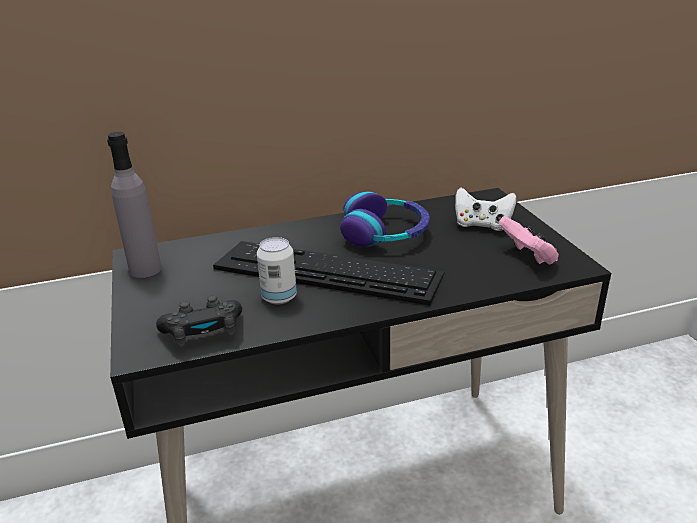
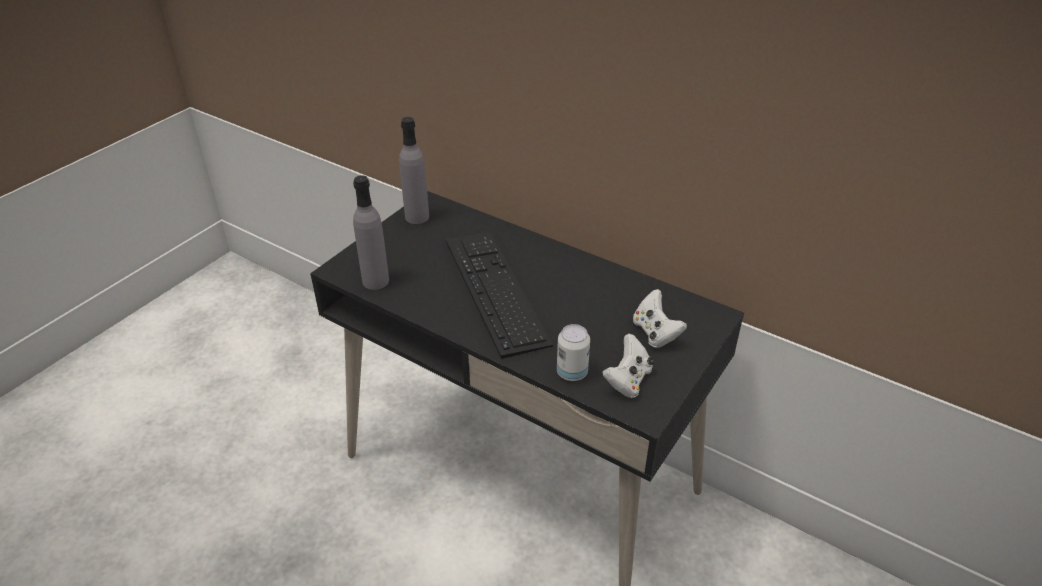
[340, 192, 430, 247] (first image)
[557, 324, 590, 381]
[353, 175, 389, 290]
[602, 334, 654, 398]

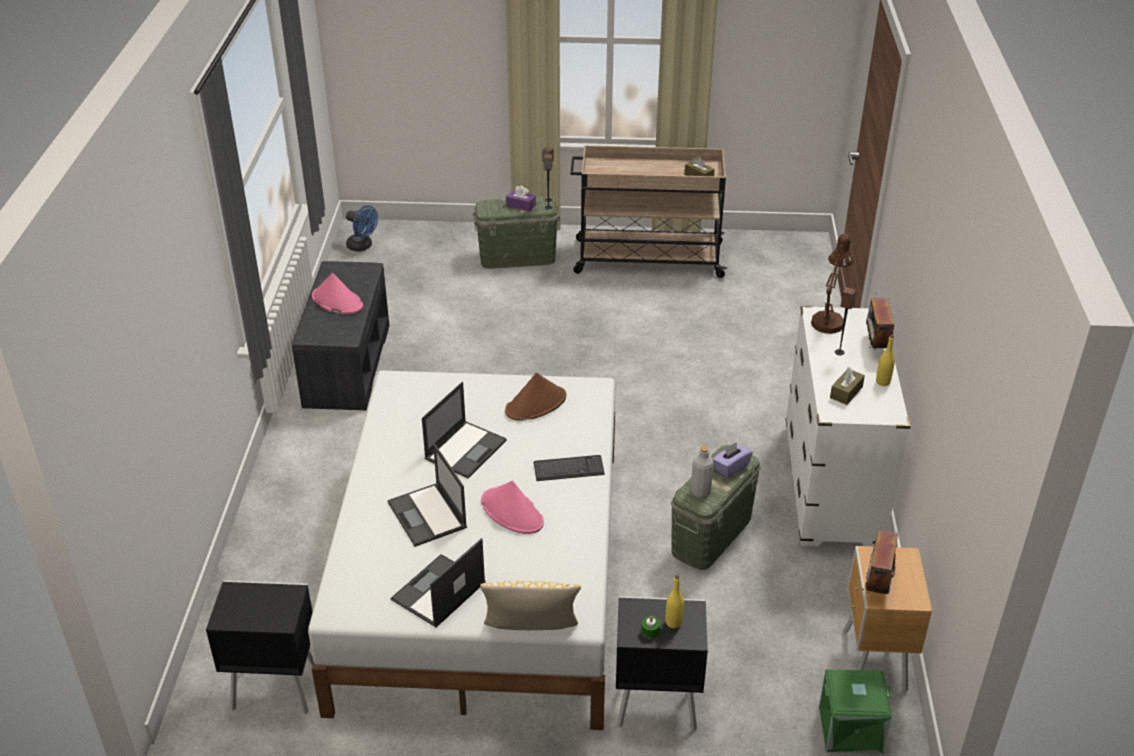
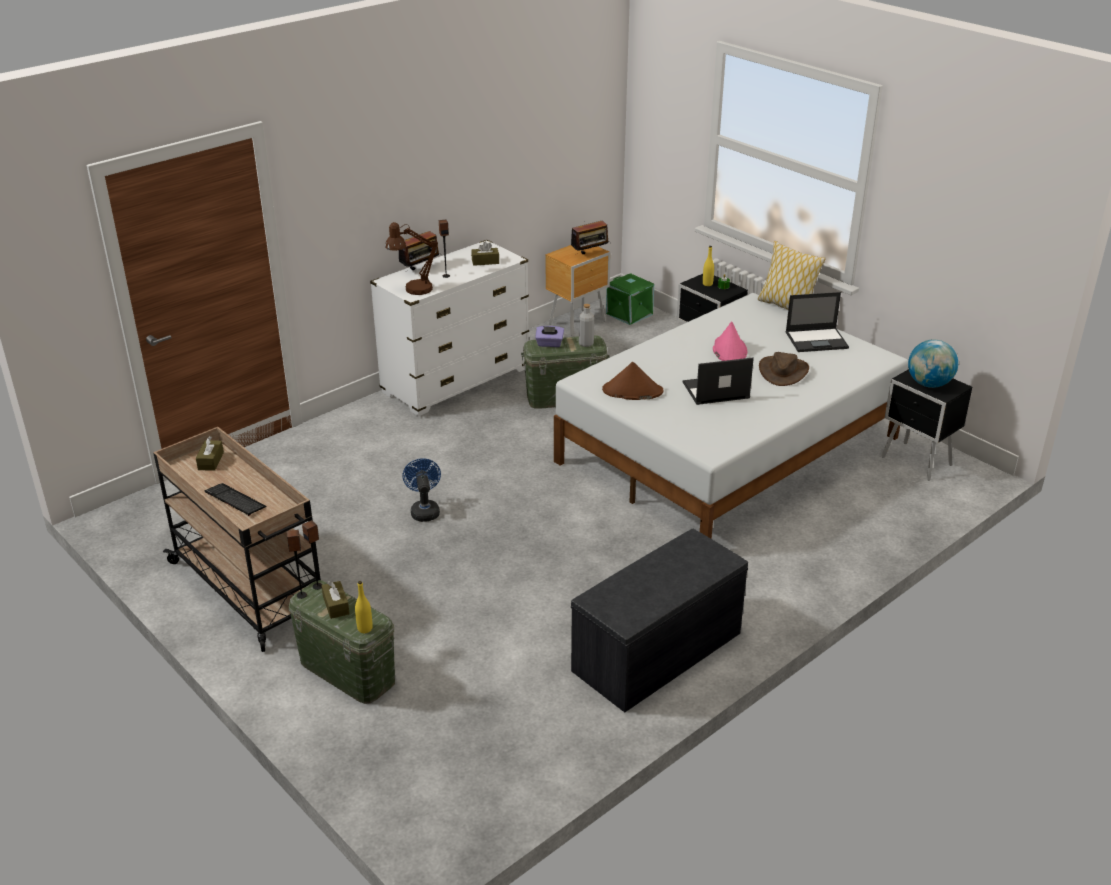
[312, 273, 363, 314] (first image)
[908, 340, 958, 388]
[402, 458, 441, 522]
[205, 483, 267, 516]
[355, 581, 373, 633]
[759, 352, 809, 386]
[321, 581, 350, 619]

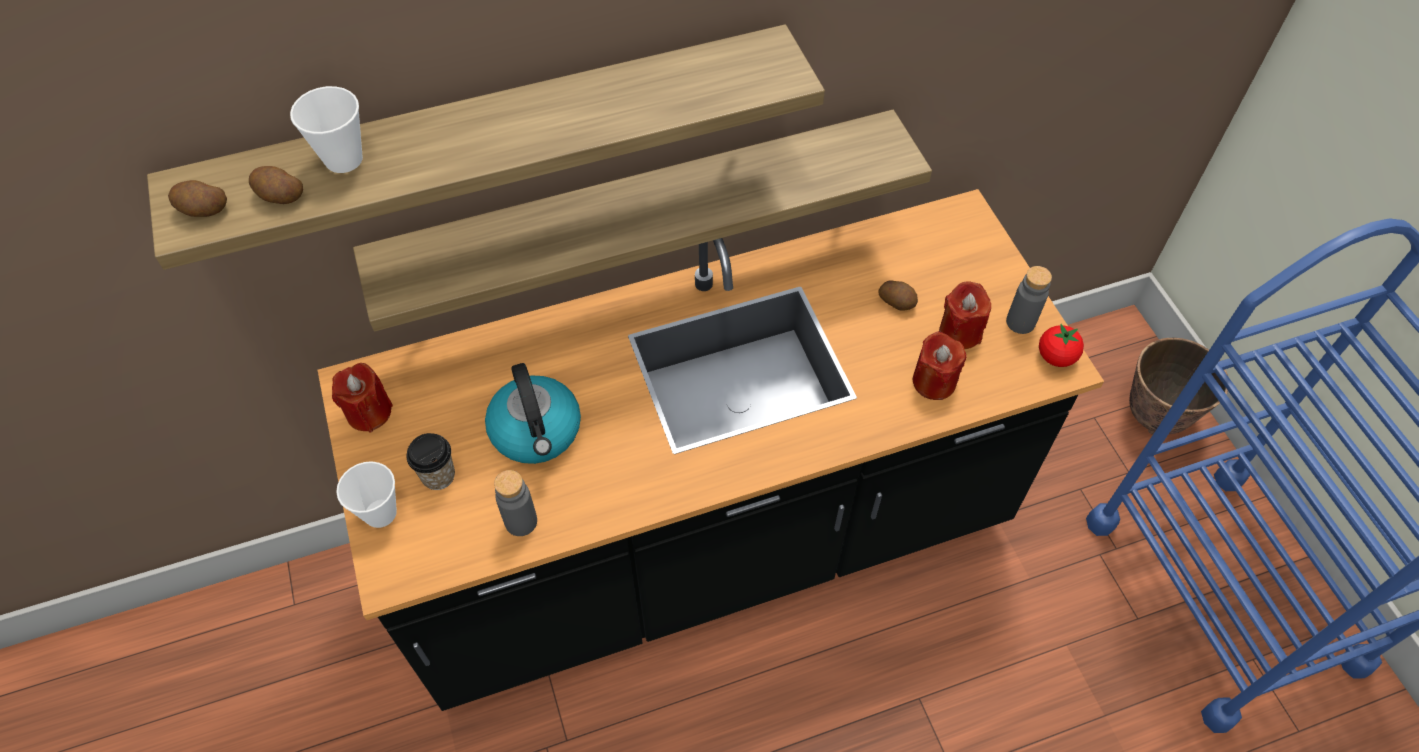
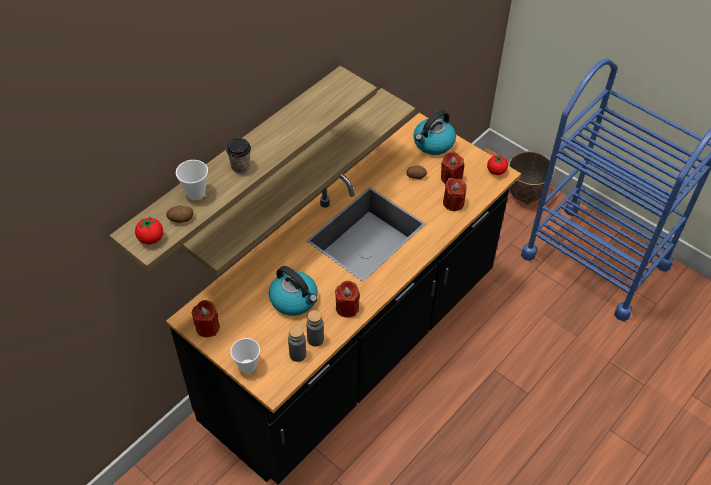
[335, 281, 360, 318]
[413, 110, 456, 155]
[226, 138, 251, 173]
[288, 325, 306, 362]
[135, 217, 163, 244]

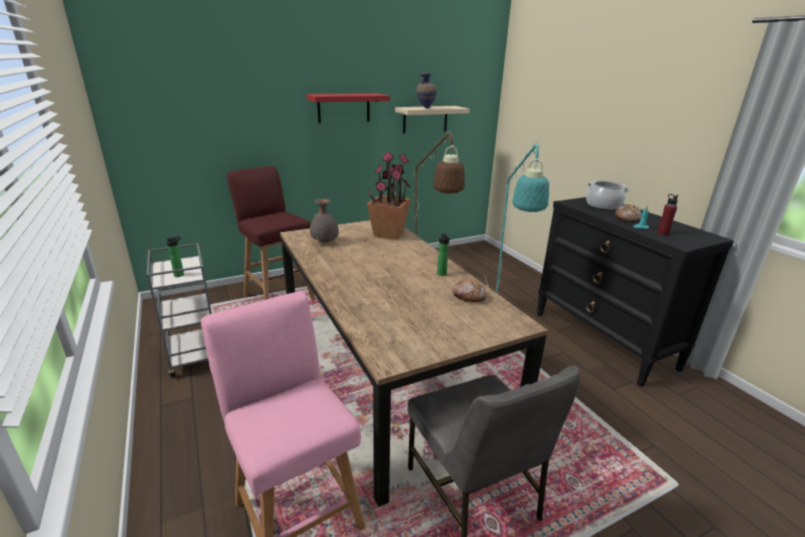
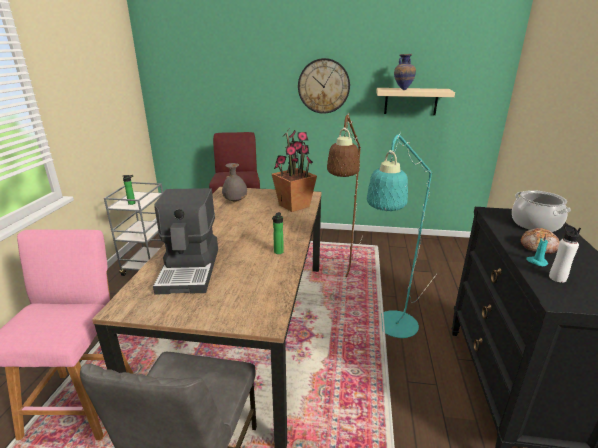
[452, 279, 487, 302] (first image)
[153, 188, 218, 295]
[298, 58, 350, 114]
[549, 225, 581, 283]

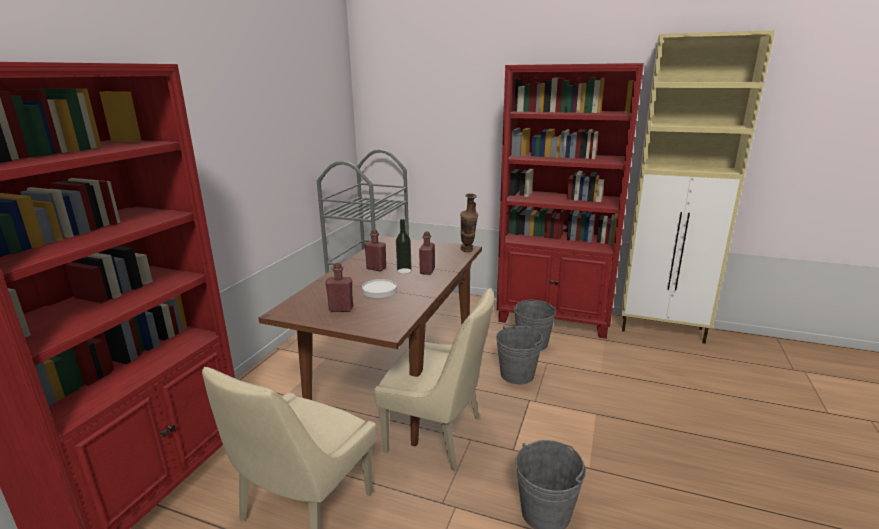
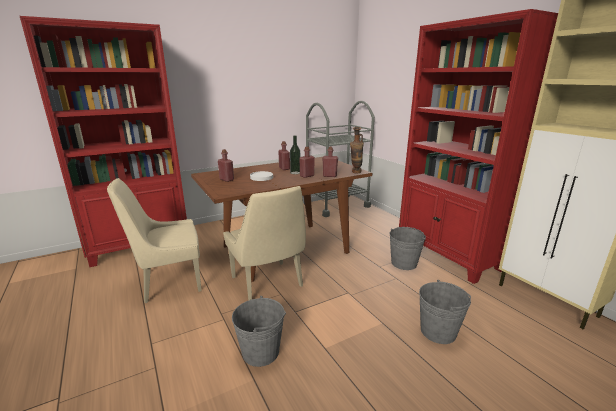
[322, 147, 338, 177]
[419, 280, 471, 344]

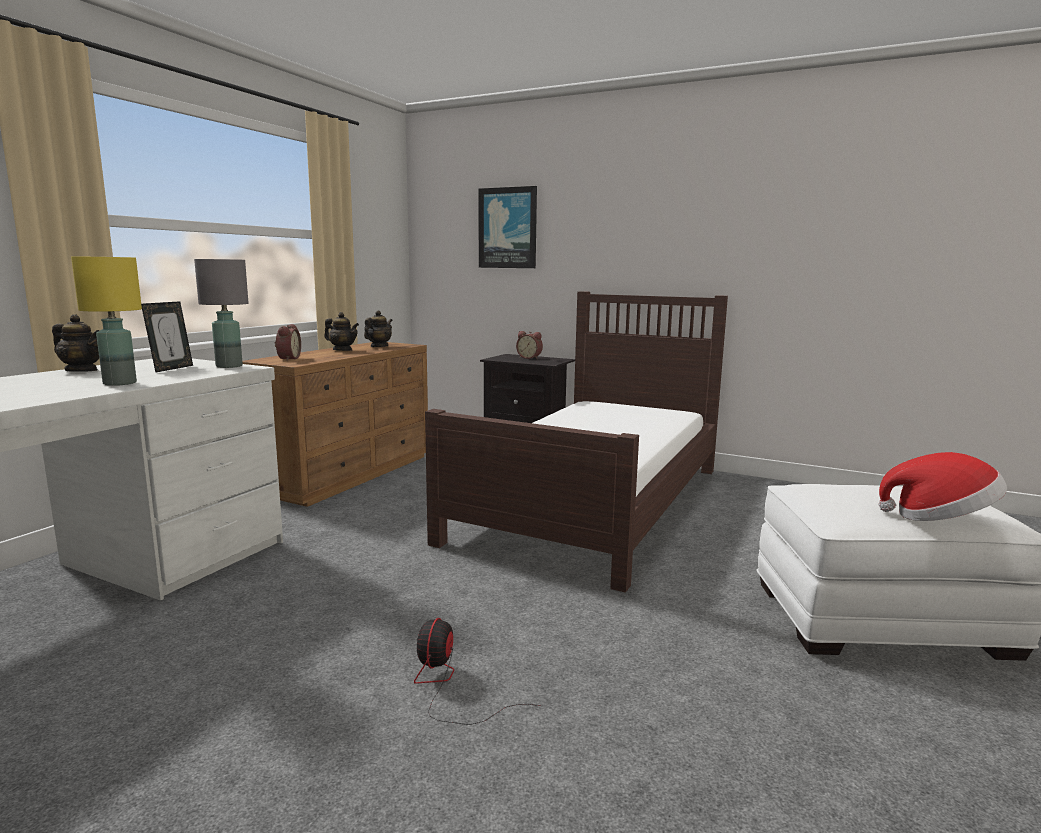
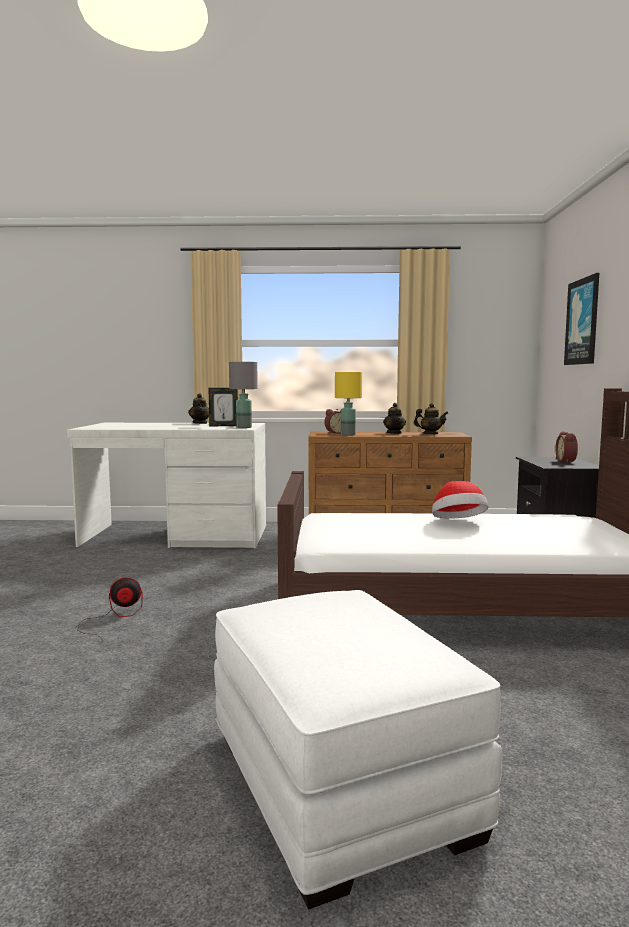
[335, 372, 362, 436]
[432, 481, 488, 519]

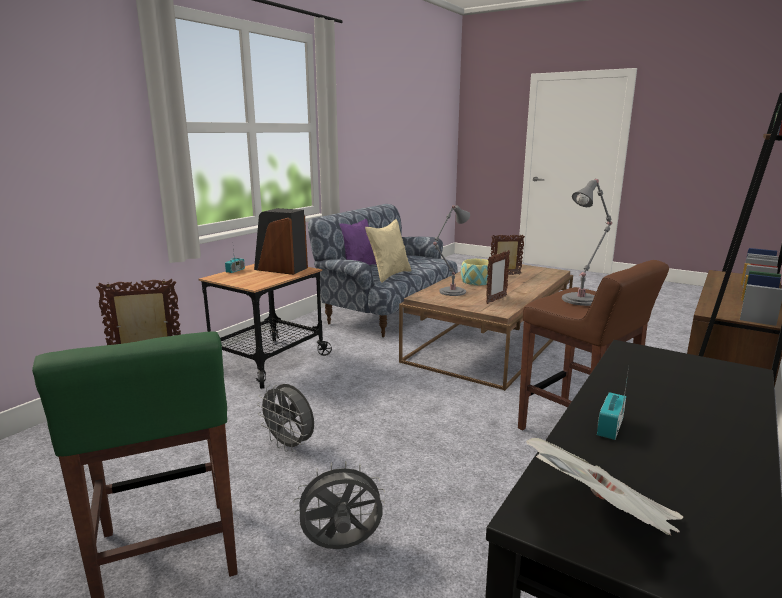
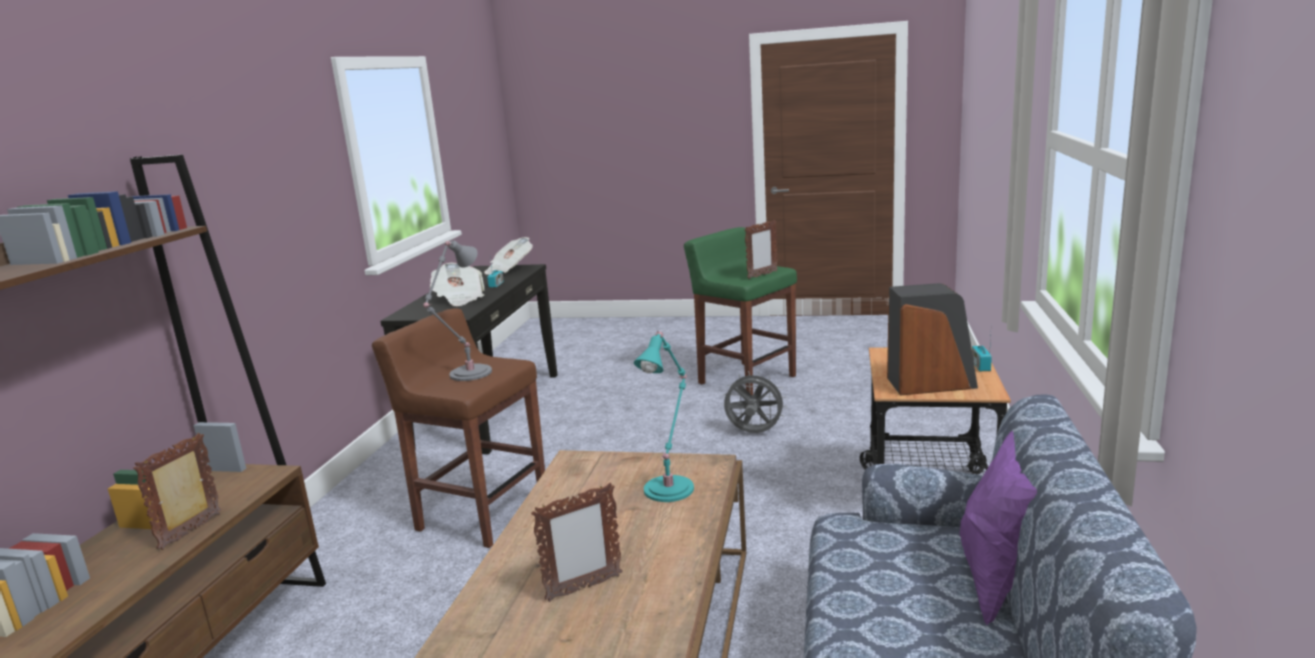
[293, 461, 385, 549] (first image)
[365, 219, 412, 283] (first image)
[461, 259, 490, 285] (first image)
[430, 263, 484, 306]
[133, 433, 221, 550]
[634, 331, 694, 502]

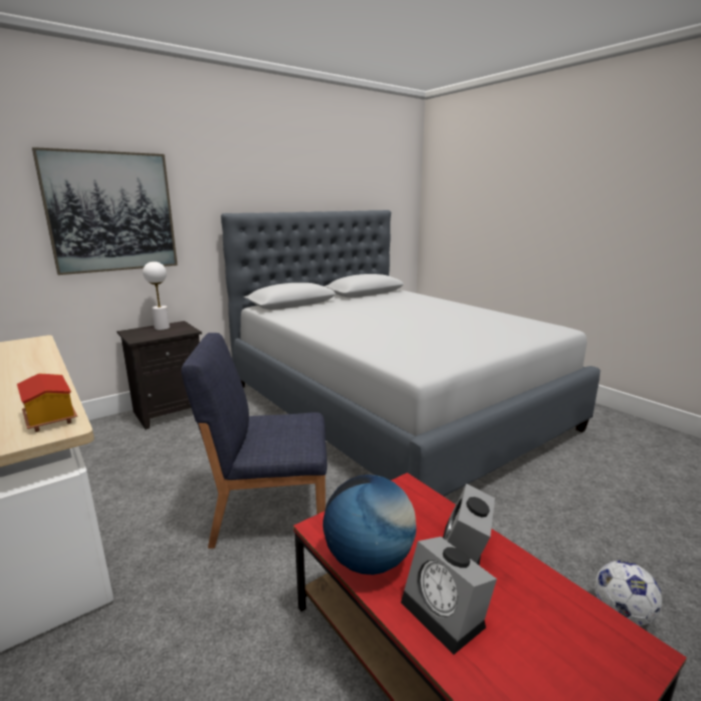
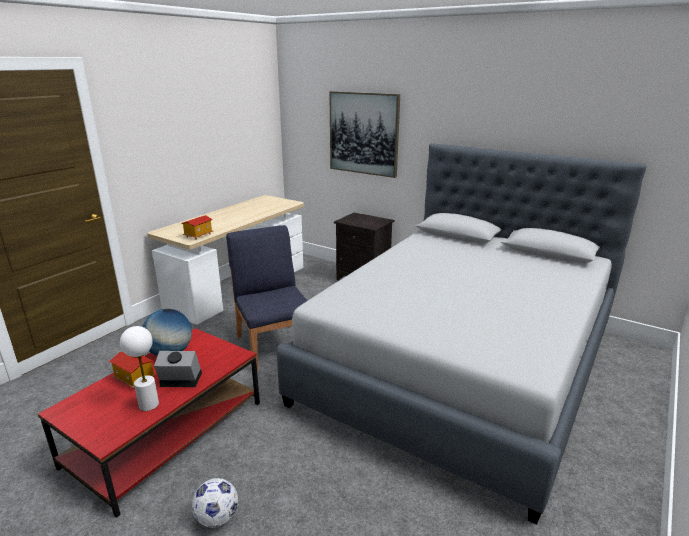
[120, 326, 159, 411]
[109, 352, 156, 389]

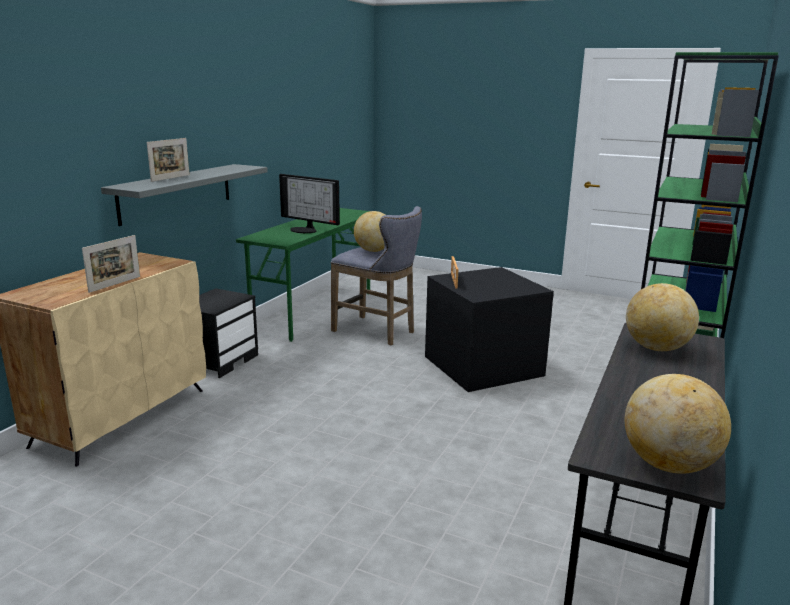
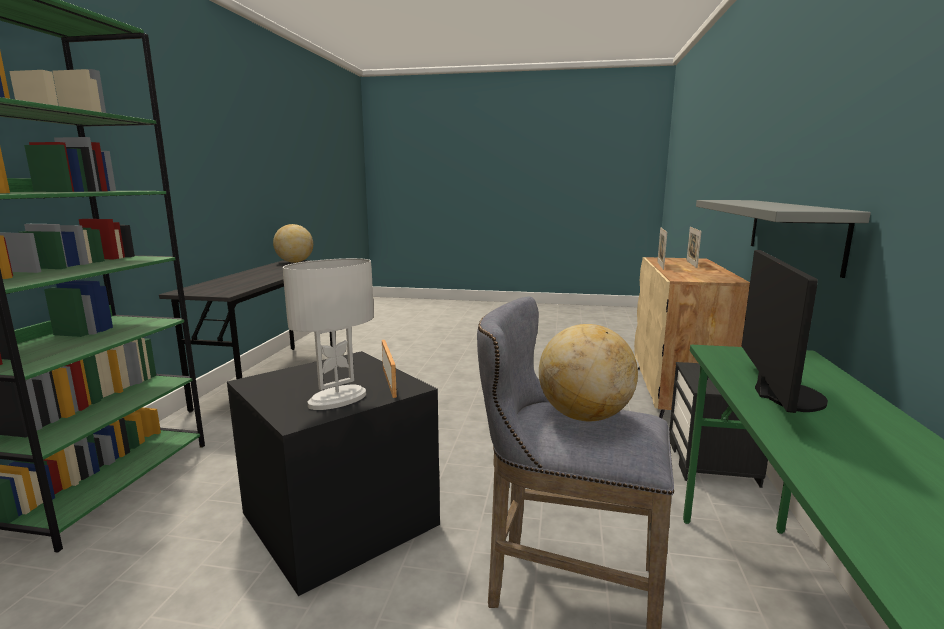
[626, 283, 699, 351] (first image)
[283, 258, 374, 410]
[686, 227, 701, 268]
[742, 250, 828, 413]

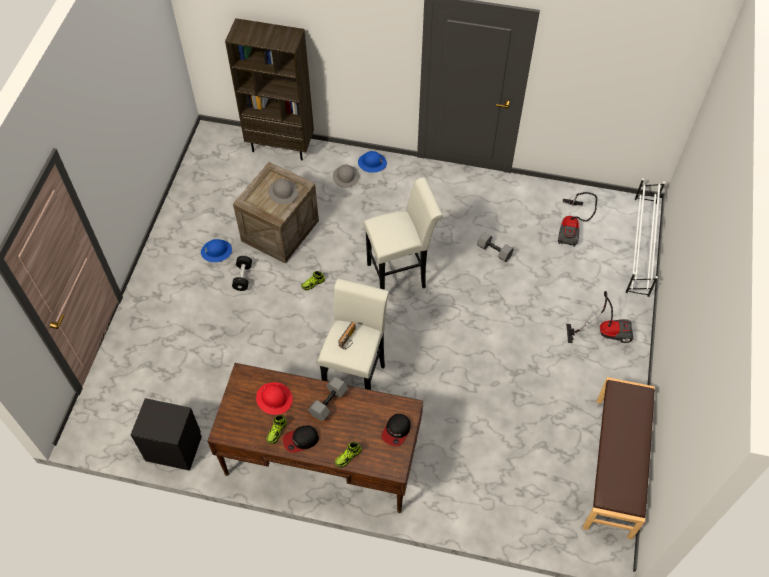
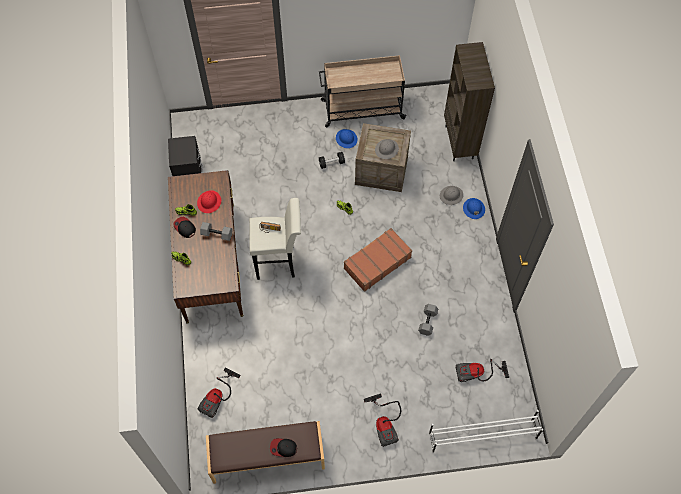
[197, 367, 241, 418]
[319, 55, 407, 128]
[270, 438, 297, 457]
[344, 228, 412, 292]

